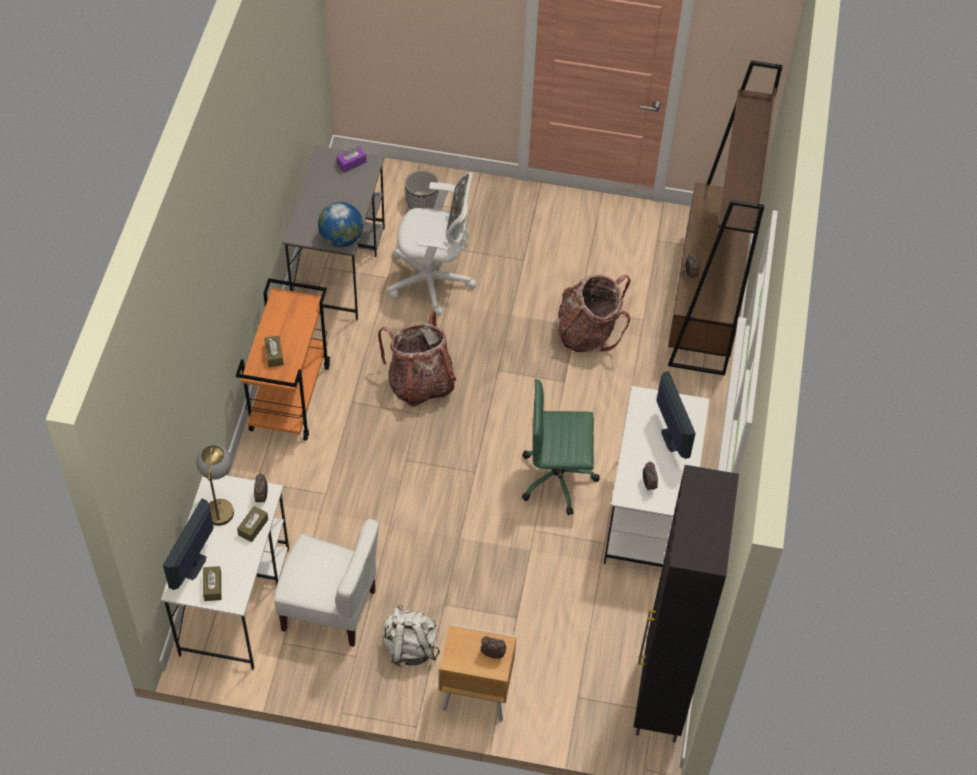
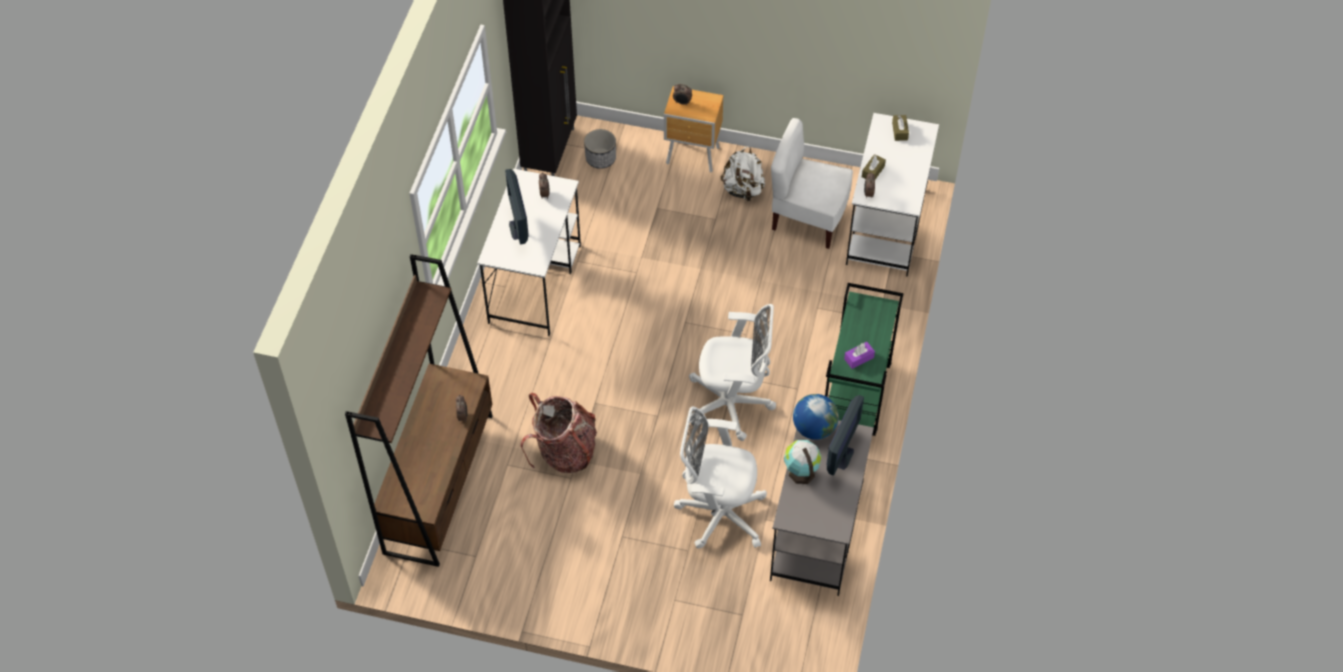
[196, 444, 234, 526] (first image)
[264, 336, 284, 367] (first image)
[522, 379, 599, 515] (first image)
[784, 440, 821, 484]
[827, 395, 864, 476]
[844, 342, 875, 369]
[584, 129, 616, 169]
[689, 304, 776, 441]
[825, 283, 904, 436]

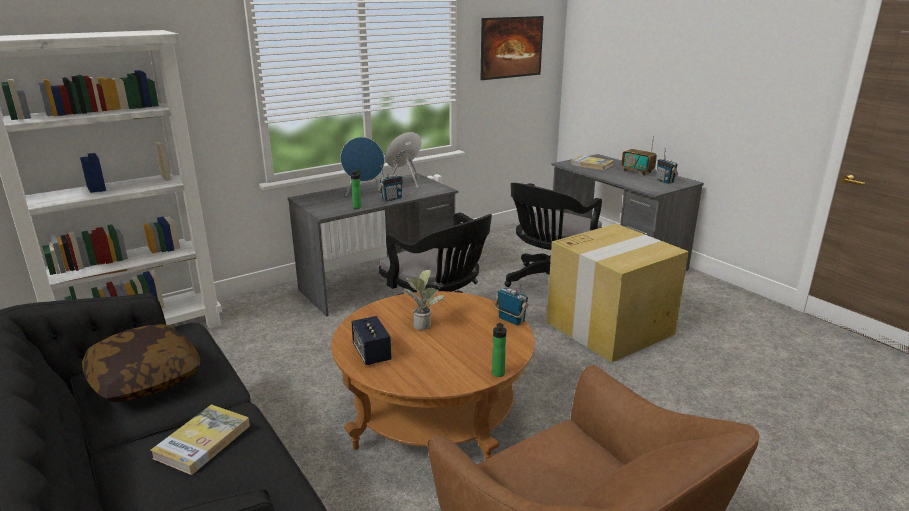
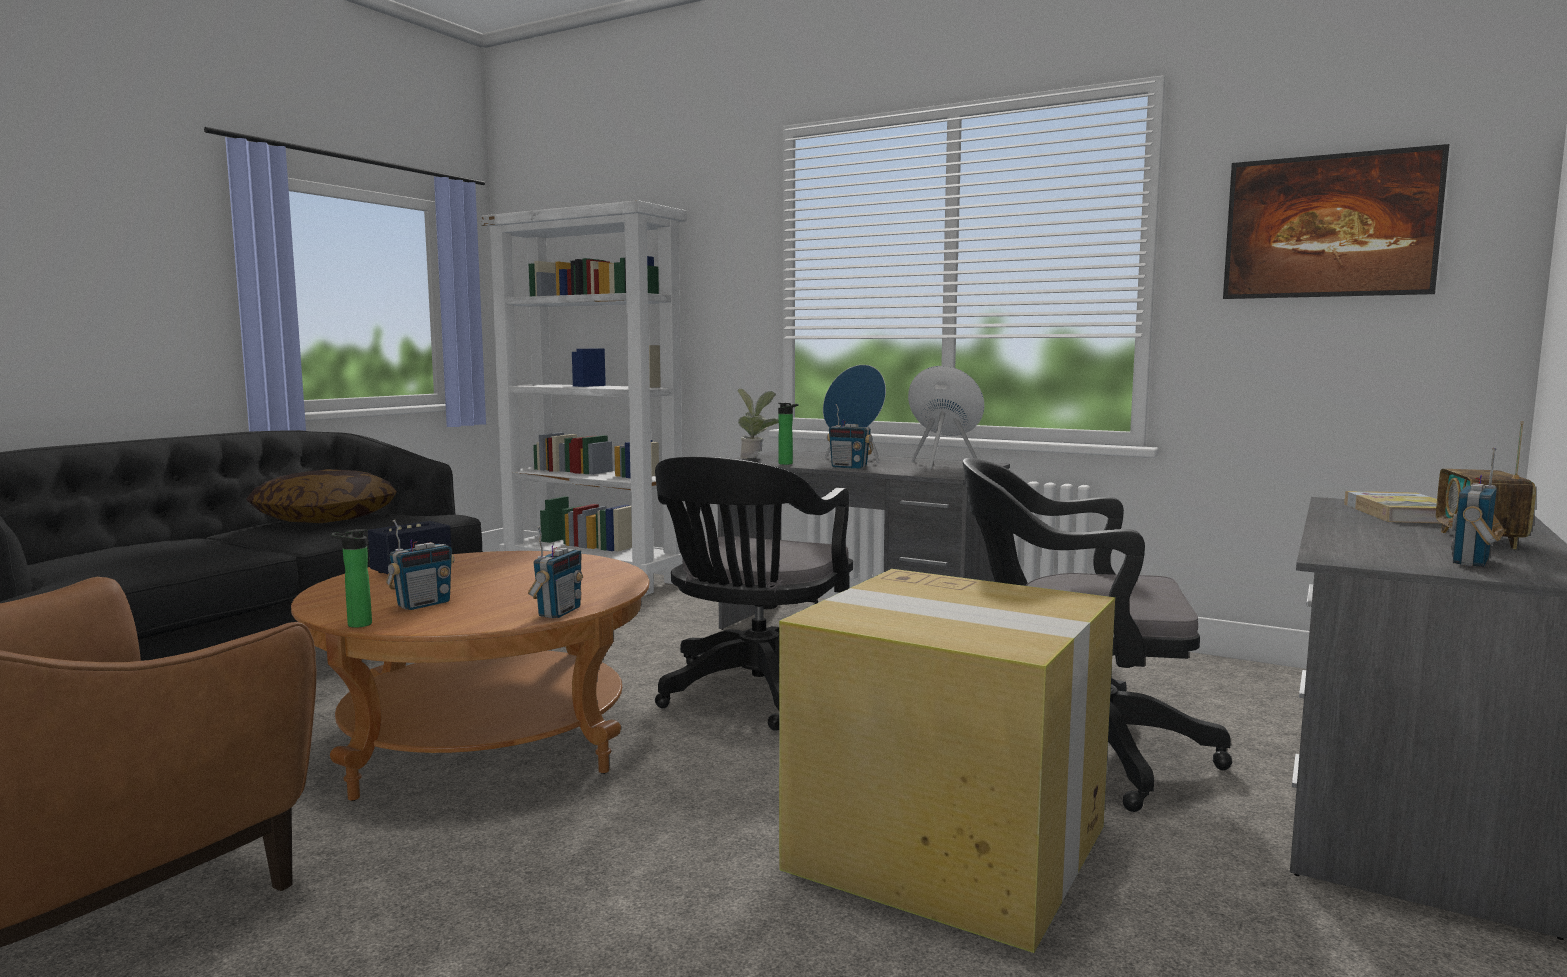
[150, 404, 250, 475] (first image)
[386, 520, 454, 610]
[737, 389, 779, 459]

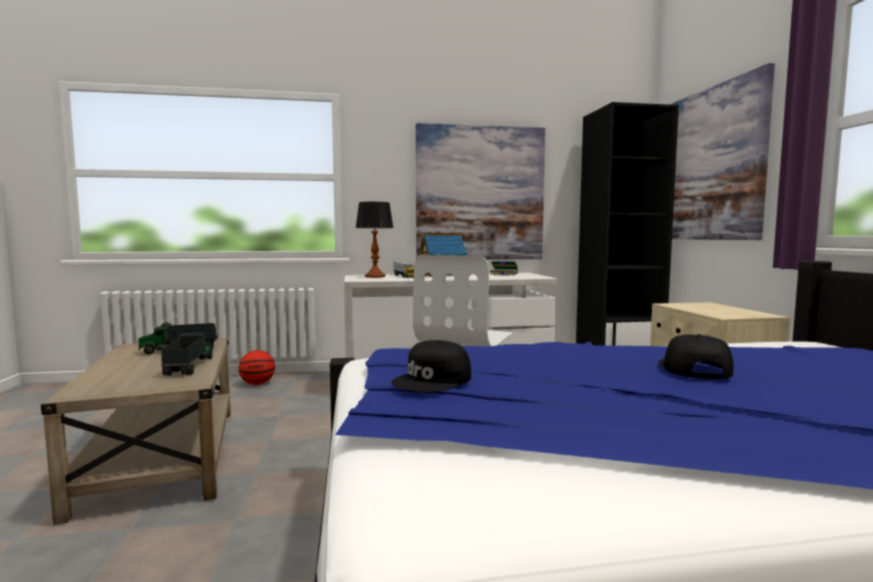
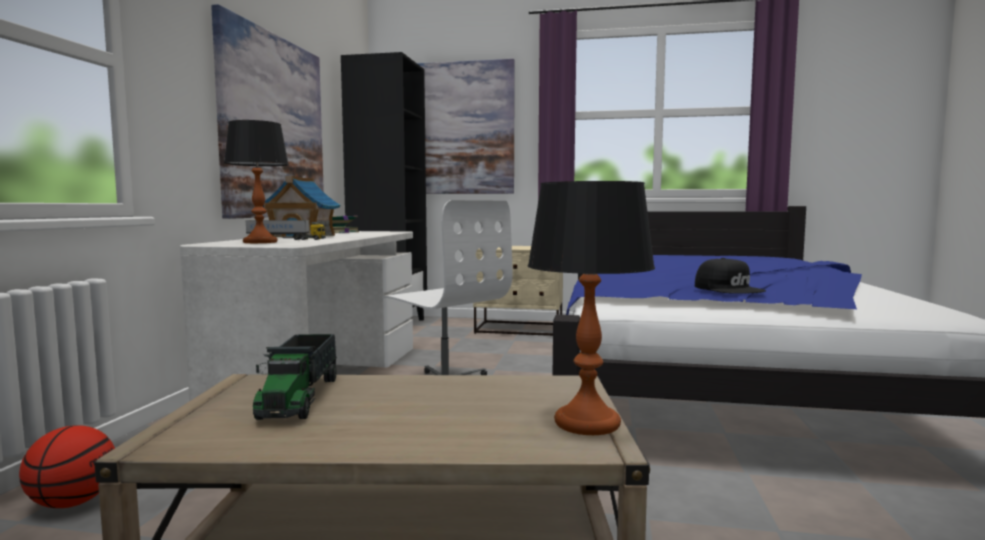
[161, 332, 213, 376] (first image)
[658, 335, 734, 379] (first image)
[528, 181, 655, 435]

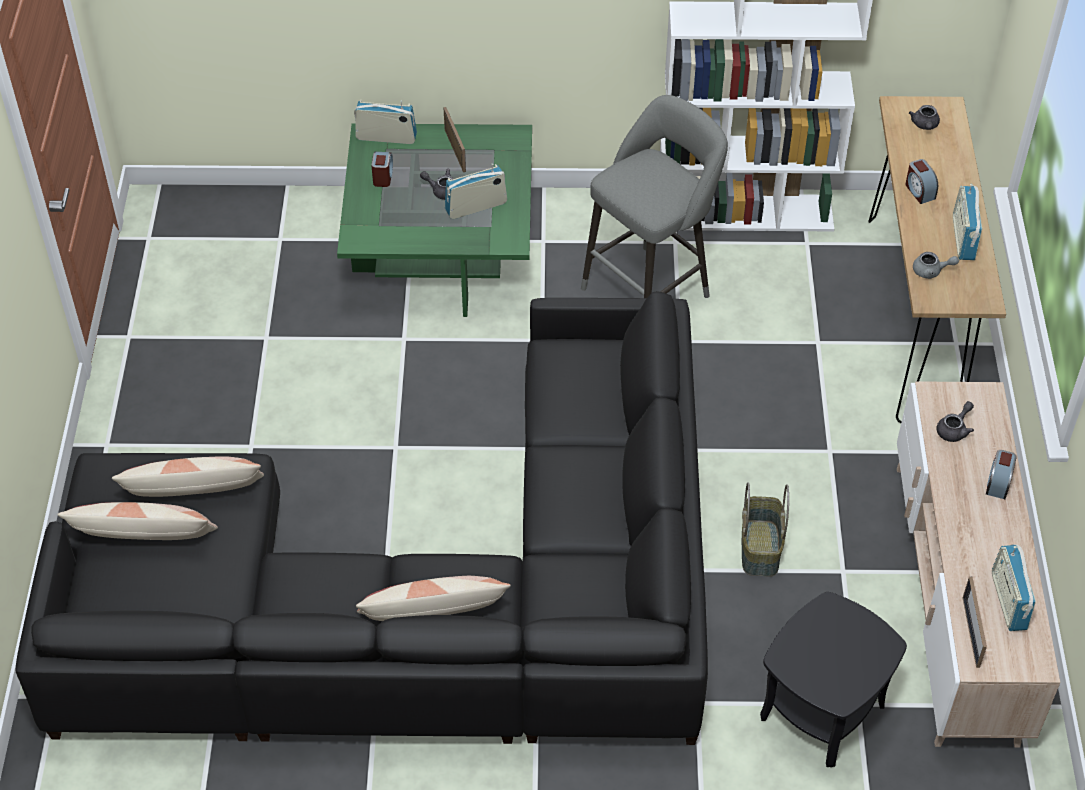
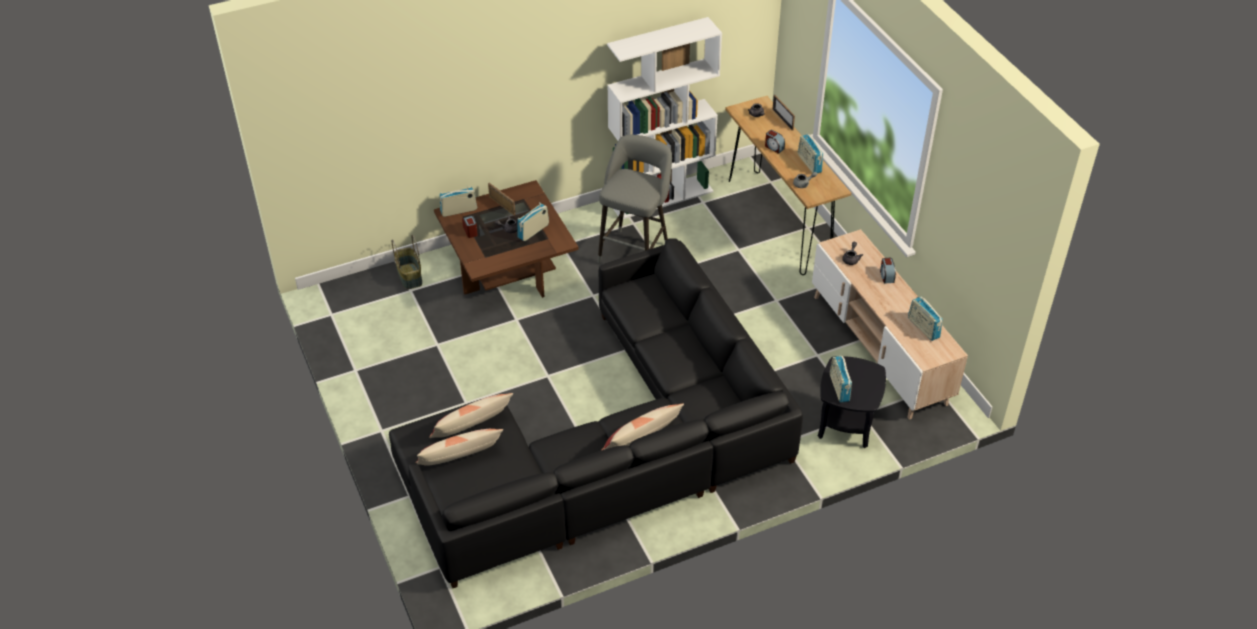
[830, 355, 852, 402]
[392, 234, 422, 289]
[772, 95, 795, 131]
[434, 180, 579, 298]

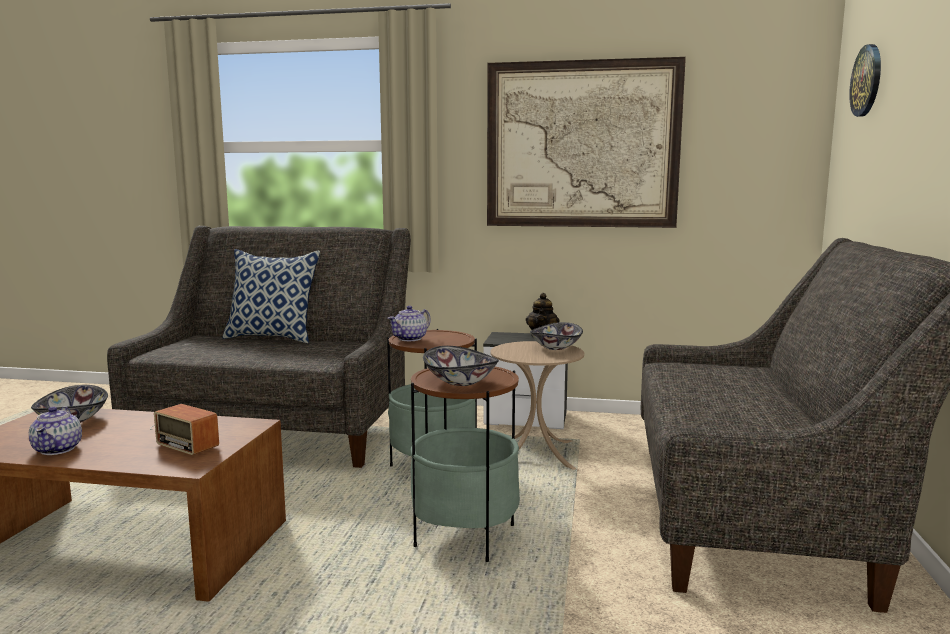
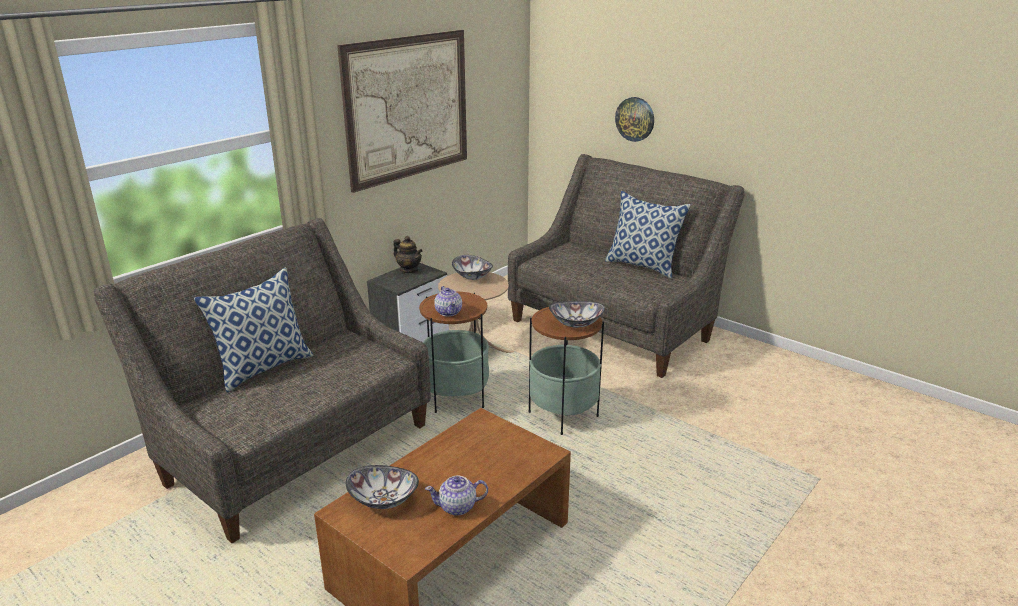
[150, 404, 219, 455] (first image)
[605, 191, 690, 279]
[615, 97, 654, 142]
[425, 476, 488, 516]

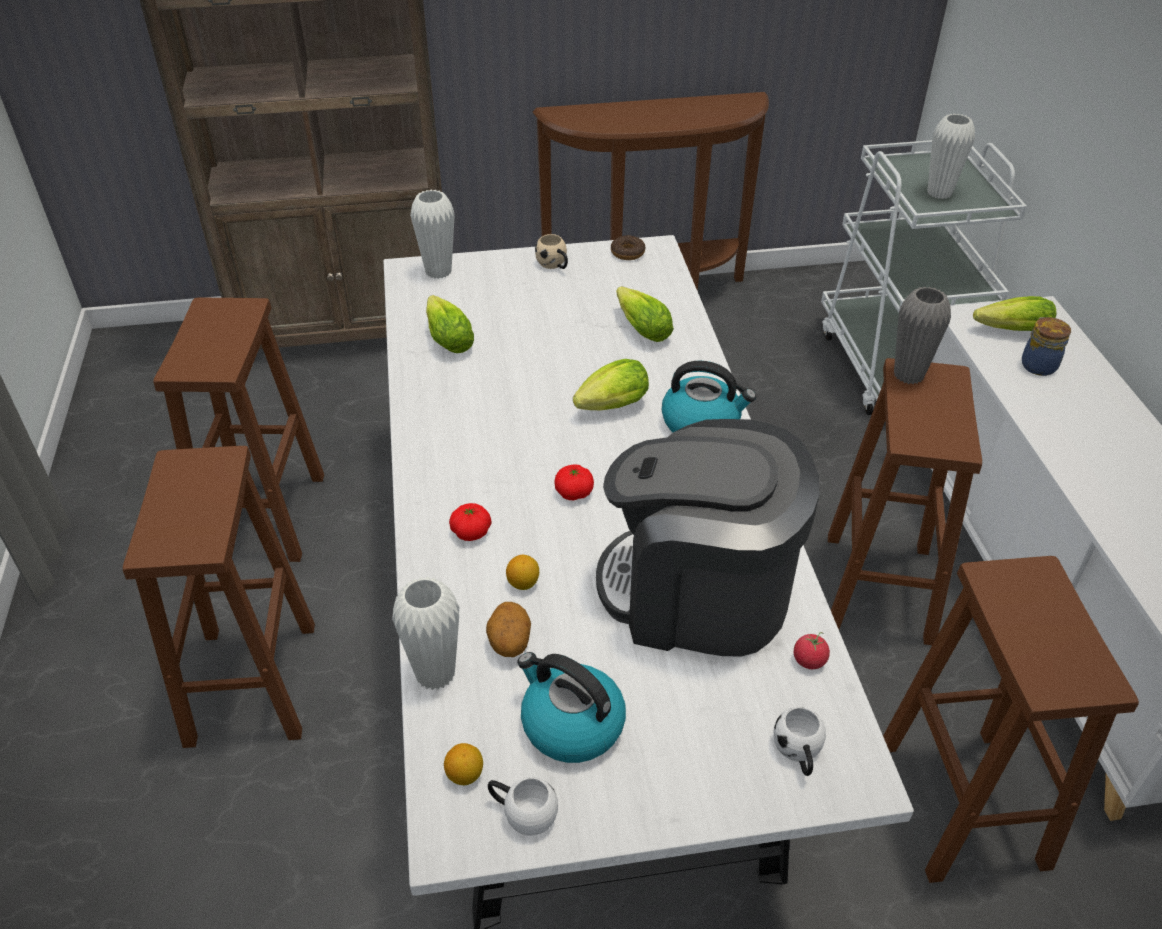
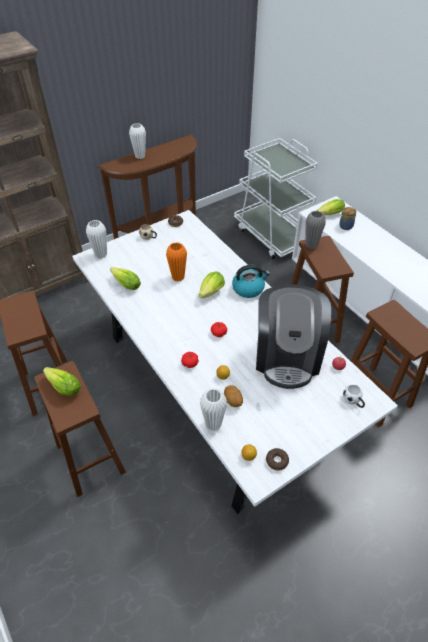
[517, 652, 626, 763] (first image)
[166, 242, 187, 282]
[43, 367, 81, 396]
[129, 123, 146, 159]
[266, 448, 289, 471]
[256, 284, 331, 389]

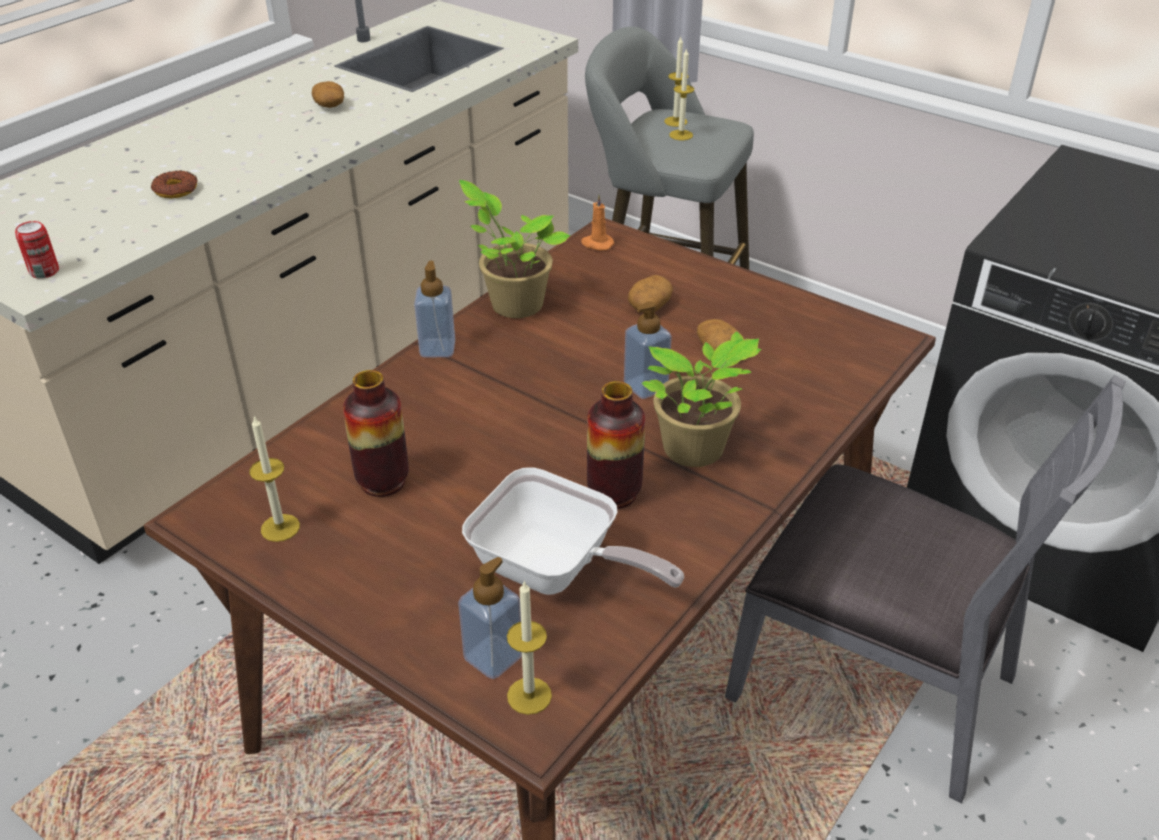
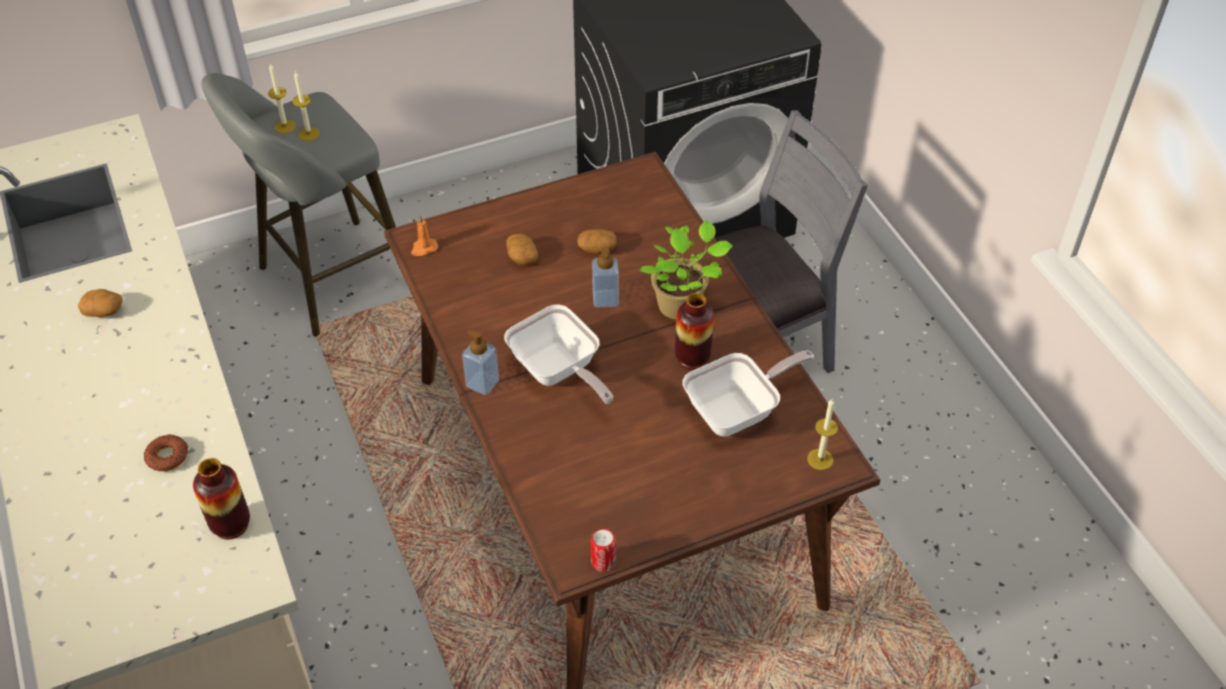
[249, 415, 300, 542] (first image)
[458, 557, 522, 679] (first image)
[459, 180, 570, 318] (first image)
[504, 304, 613, 404]
[591, 529, 616, 572]
[193, 458, 250, 539]

